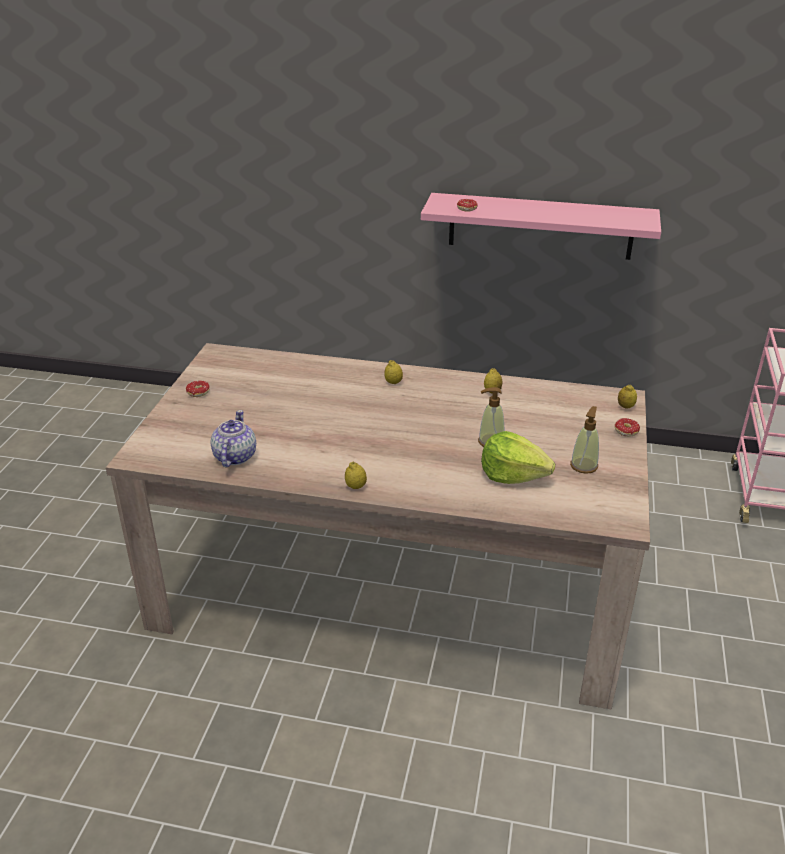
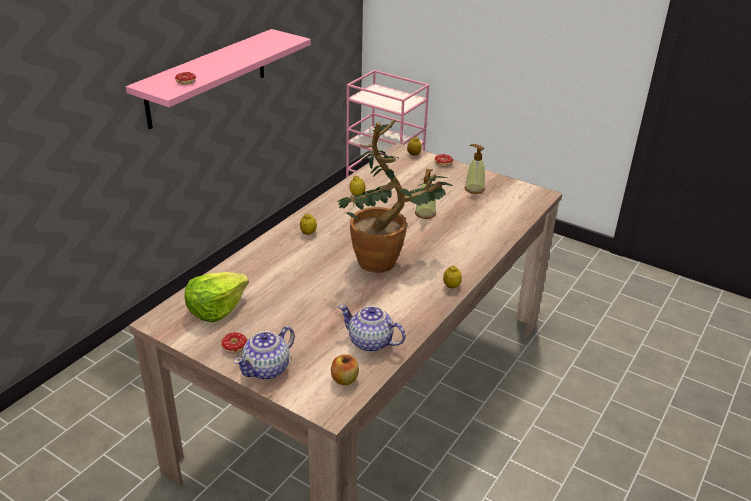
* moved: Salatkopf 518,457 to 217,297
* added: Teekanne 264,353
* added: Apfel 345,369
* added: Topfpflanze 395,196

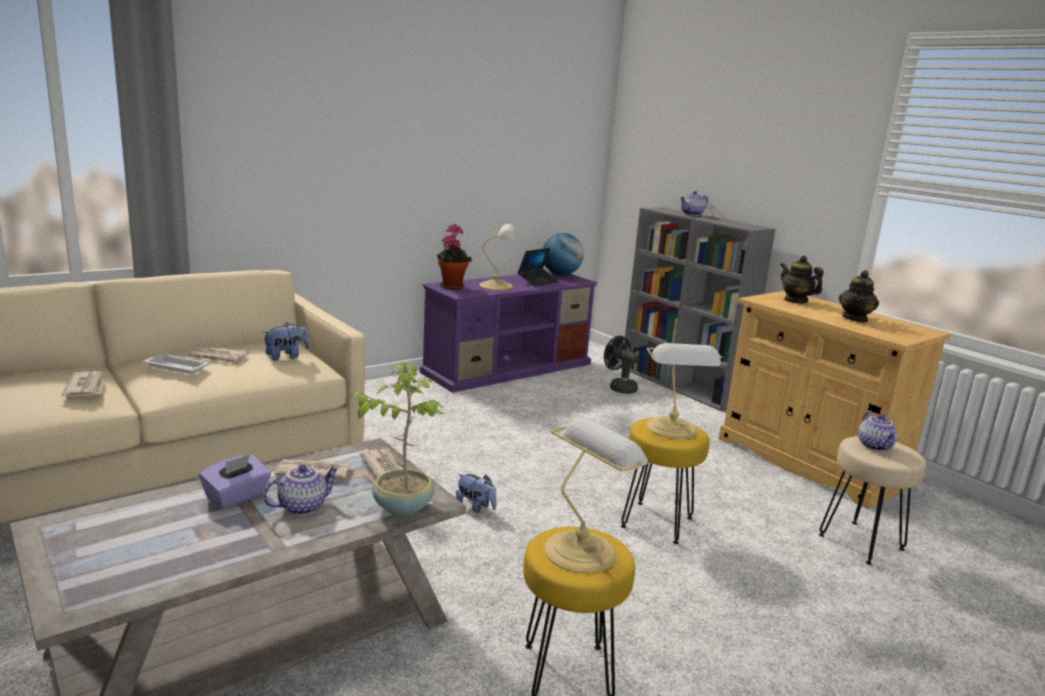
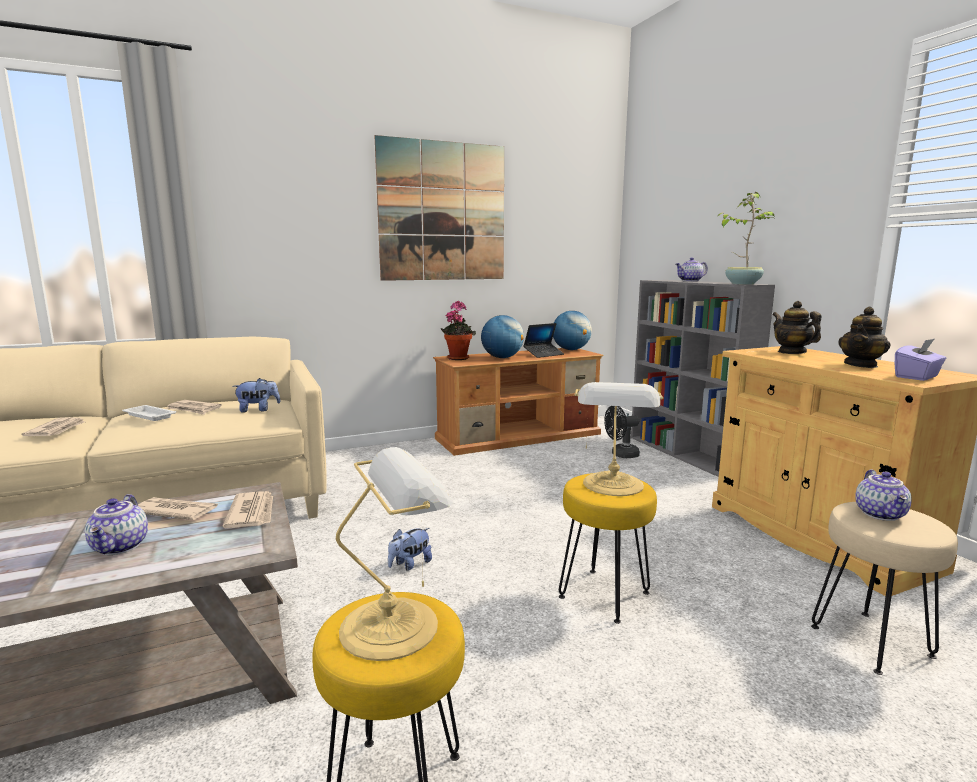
* turned: Teekanne 301,490 = 116,524 105 degrees clockwise
* added: Bild 439,208
* turned: Plüschtier 476,493 = 410,549 90 degrees clockwise
* recoloured: Fernsehschrank (lila) 509,332 to Fernsehschrank (braun) 518,402
* replaced: Tischlampe 499,257 to Globus 502,336
* turned: Ventilator (schwarz) 621,365 = 622,432 75 degrees counterclockwise
* moved: Topfpflanze 397,439 to 745,238
* moved: Taschentuchbox (lila) 235,482 to 920,360

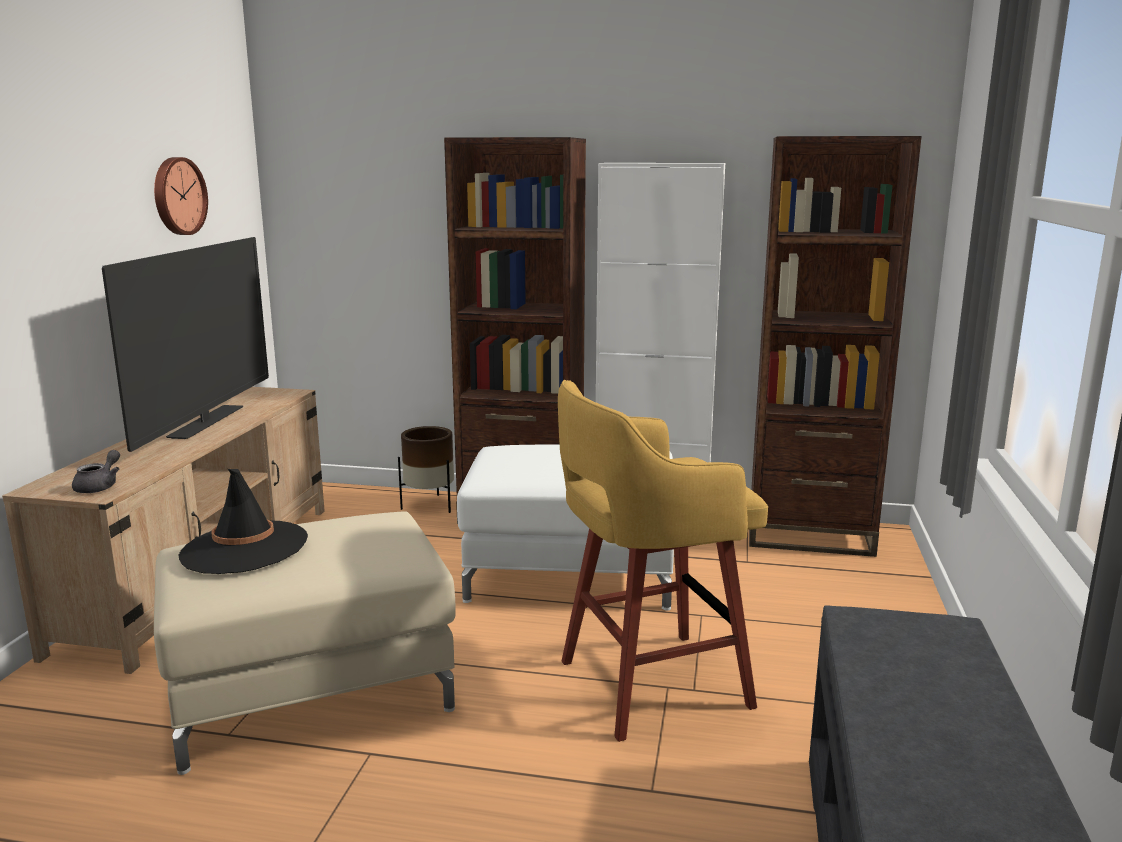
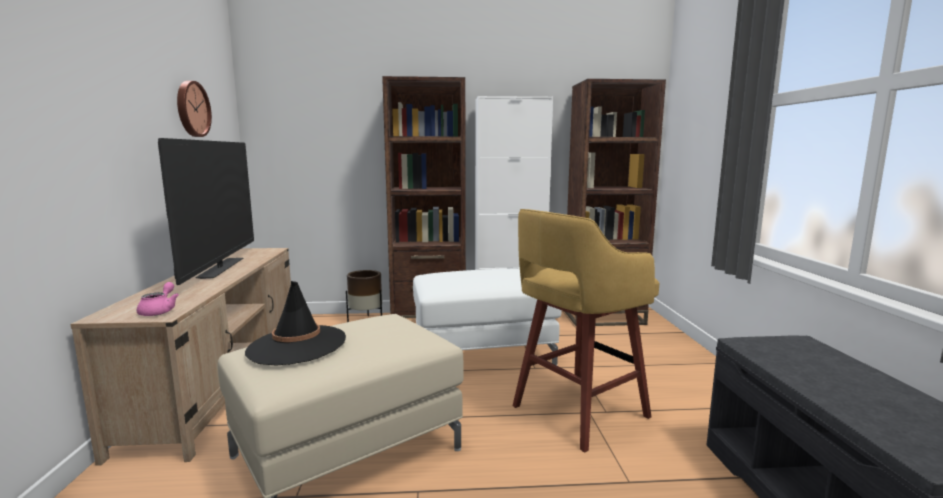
* recoloured: Teekanne (grau) 96,471 to Teekanne (rosa) 157,299

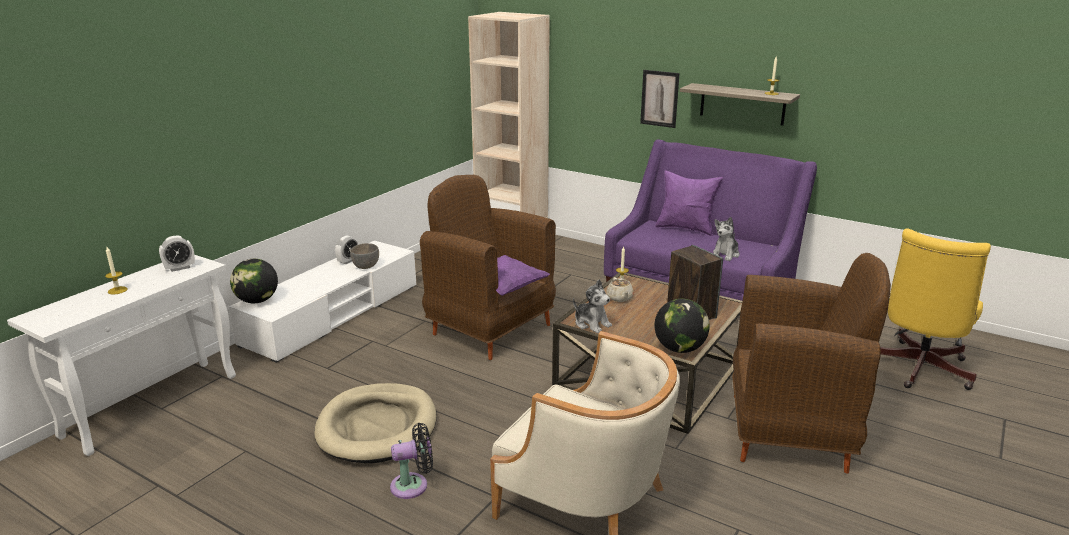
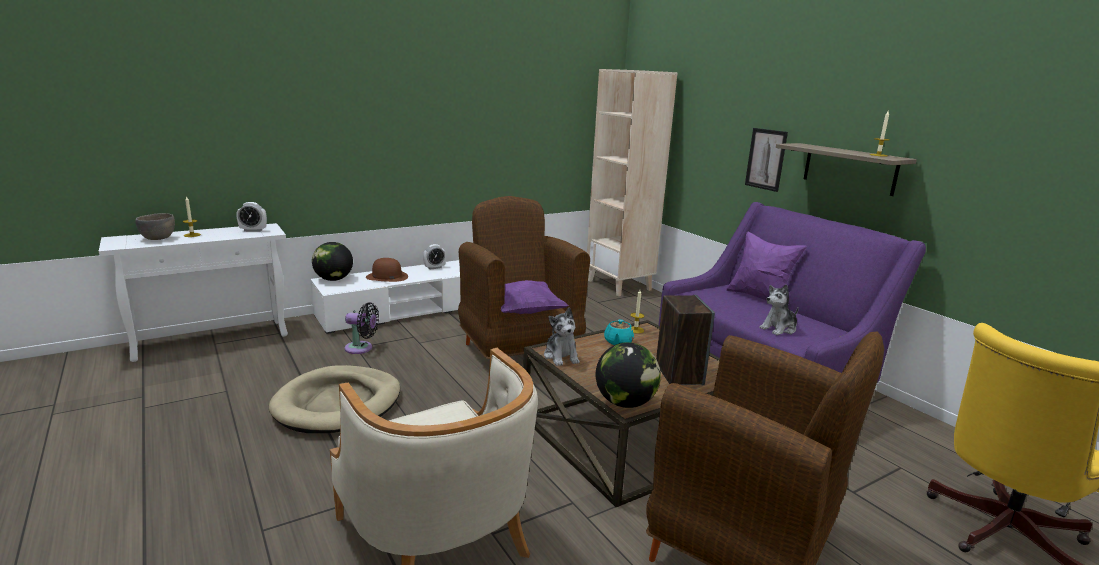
* moved: Schüssel (grau) 364,256 to 155,226
* moved: Ventilator (schwarz) 411,461 to 362,328
* added: Hut (braun) 387,270
* recoloured: Teekanne (beige) 620,289 to Teekanne (türkis) 619,332

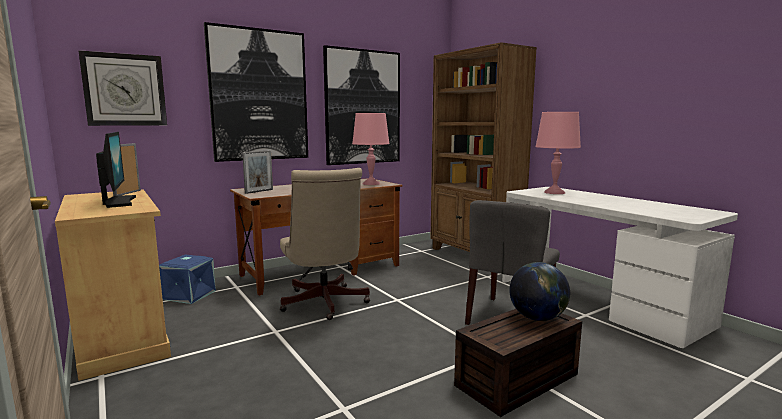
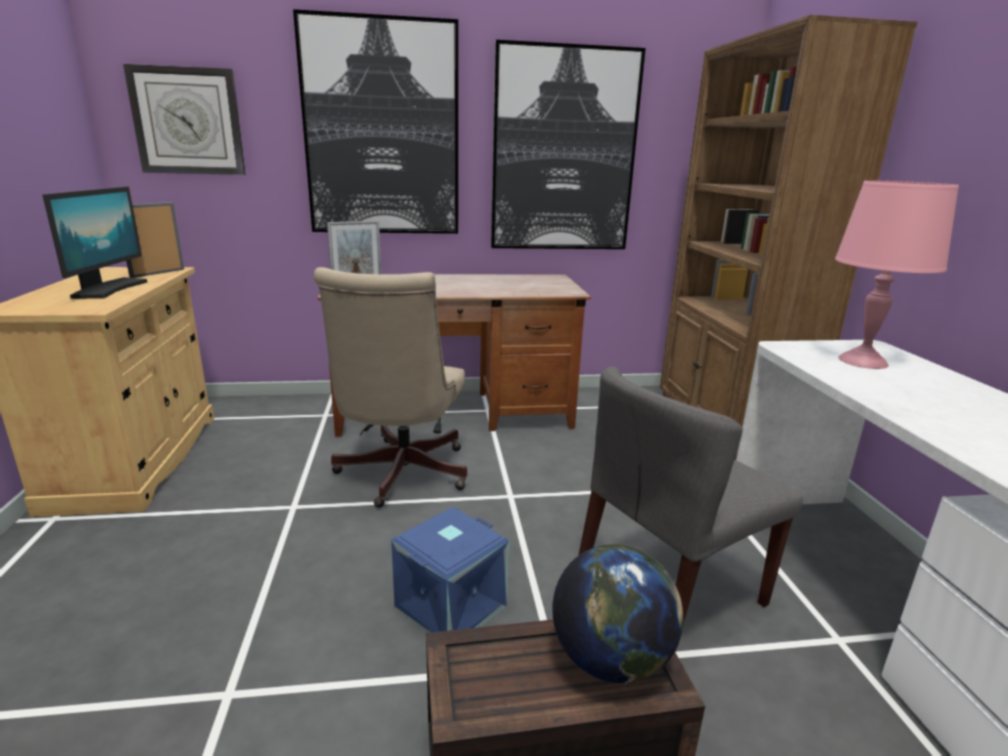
* moved: Aufbewahrungsbox (blau) 187,279 to 450,570
* removed: Tischlampe (rosa) 371,149

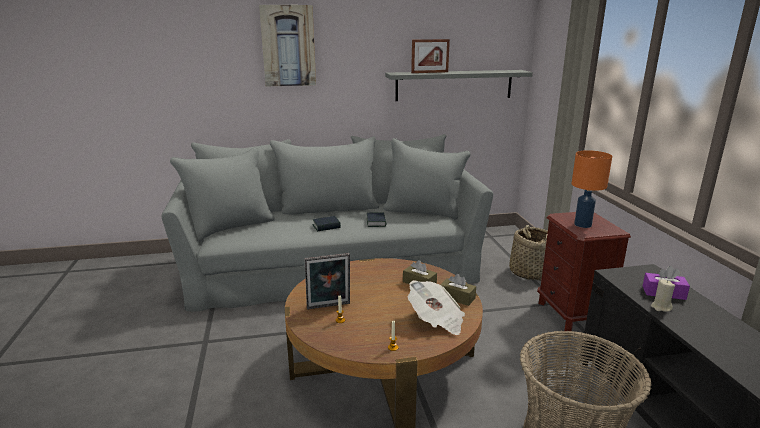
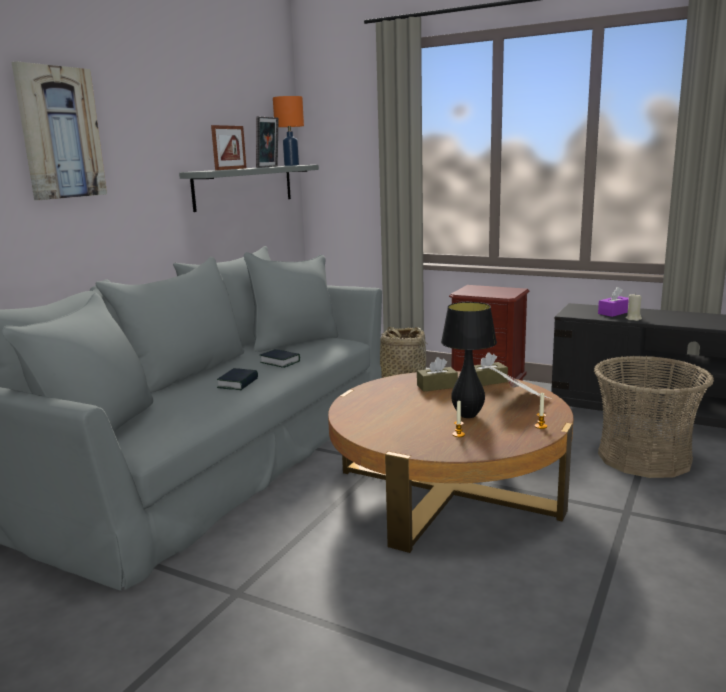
* moved: Bilderrahmen 327,281 to 267,142
* moved: Tischlampe (orange) 591,189 to 288,131
* added: Tischlampe (schwarz) 469,360

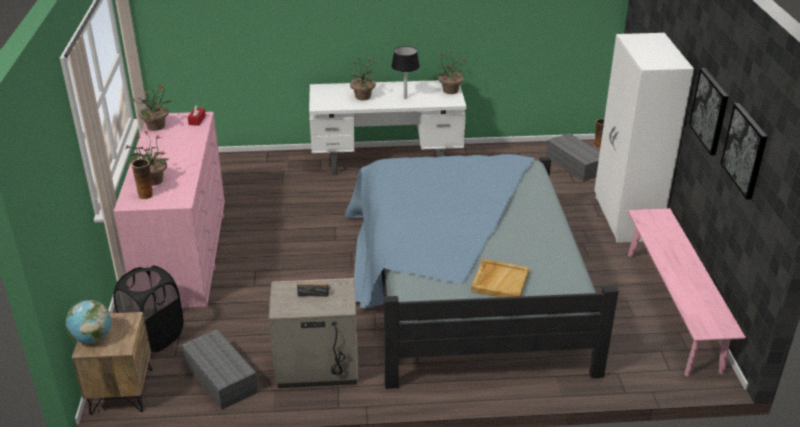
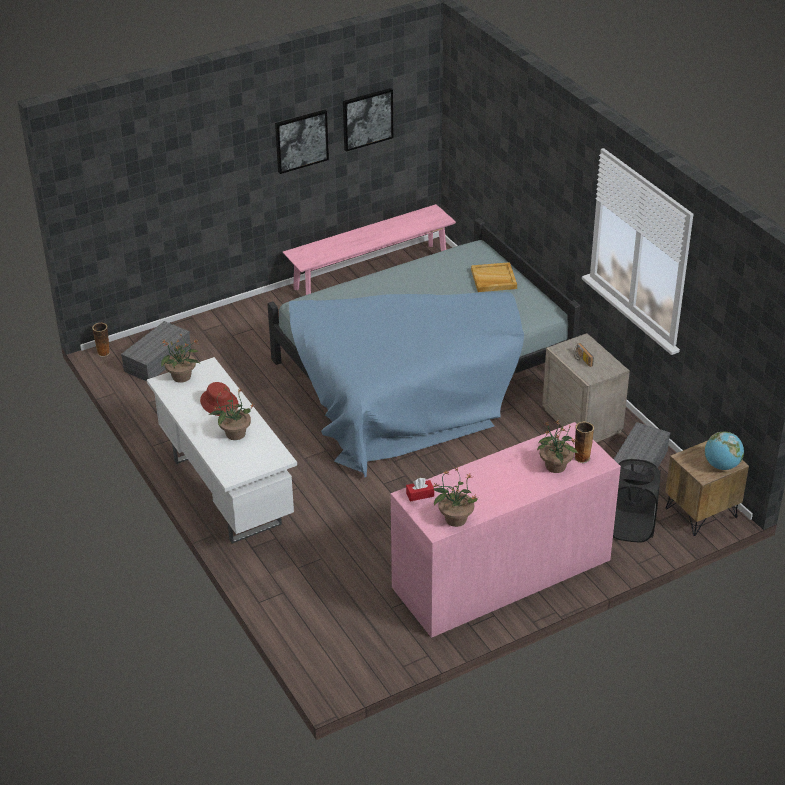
* replaced: Tischlampe (schwarz) 405,72 to Hut (rot) 219,399
* removed: Kleiderschrank (weiß) 644,138

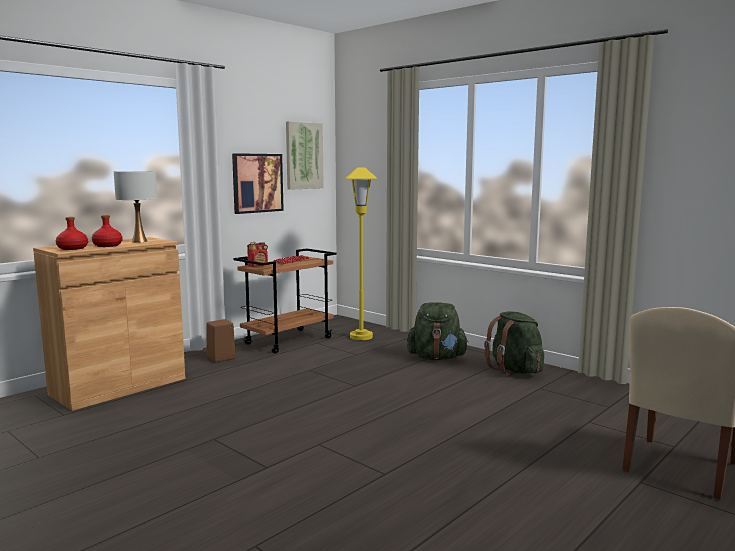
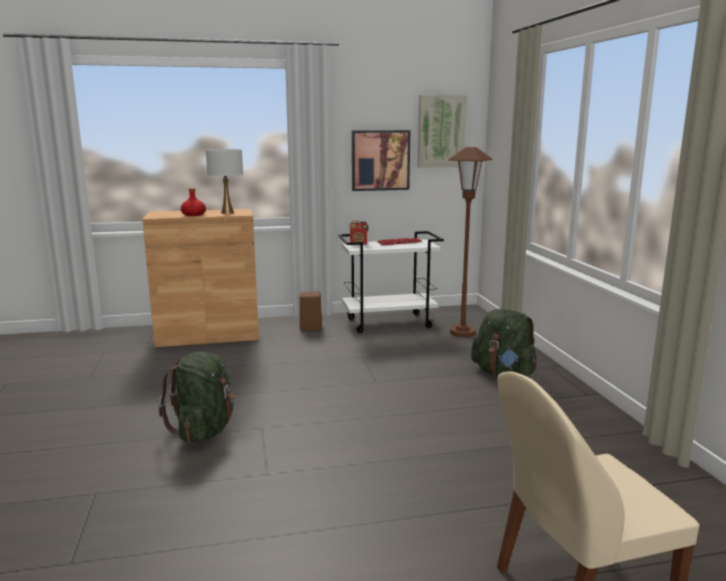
* moved: Rucksack (grün) 514,344 to 197,397
* recoloured: Rollwagen (braun) 284,301 to Rollwagen (weiß) 391,282
* recoloured: Stehlampe (gelb) 361,253 to Stehlampe (braun) 470,242
* removed: Flasche (rot) 72,233

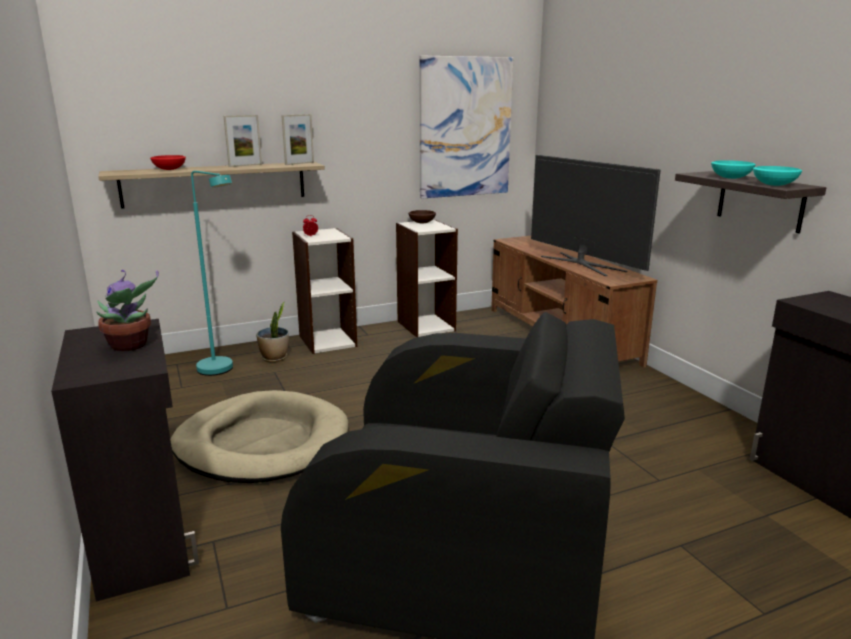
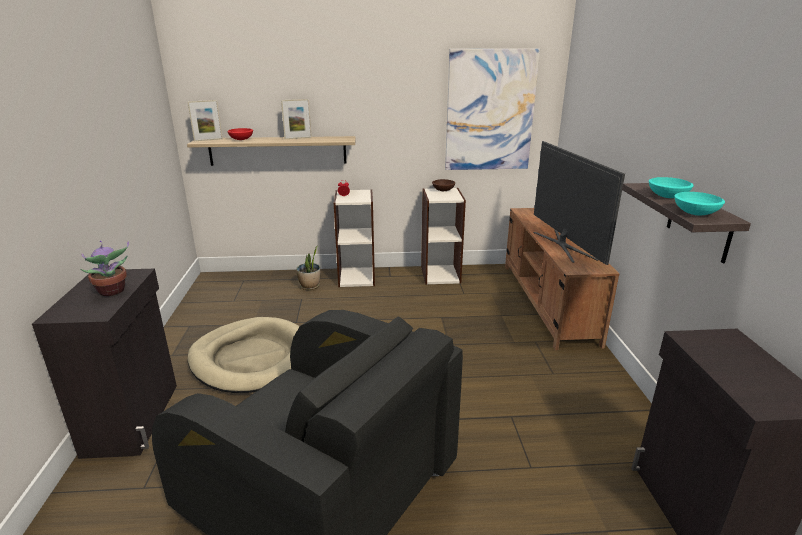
* moved: Bilderrahmen 297,139 to 205,120
* removed: Stehlampe (türkis) 212,273

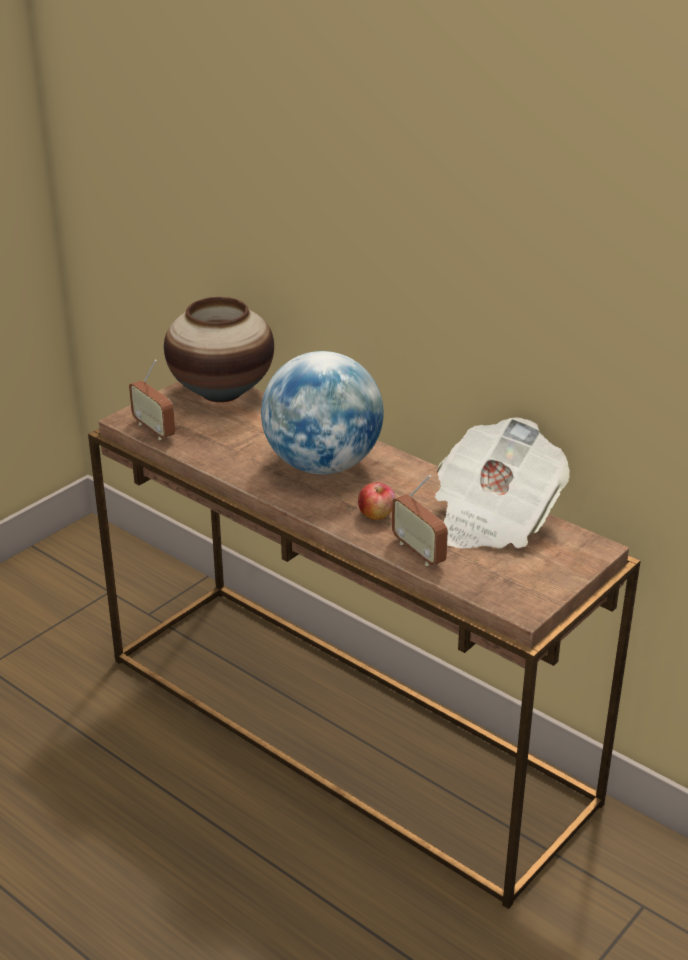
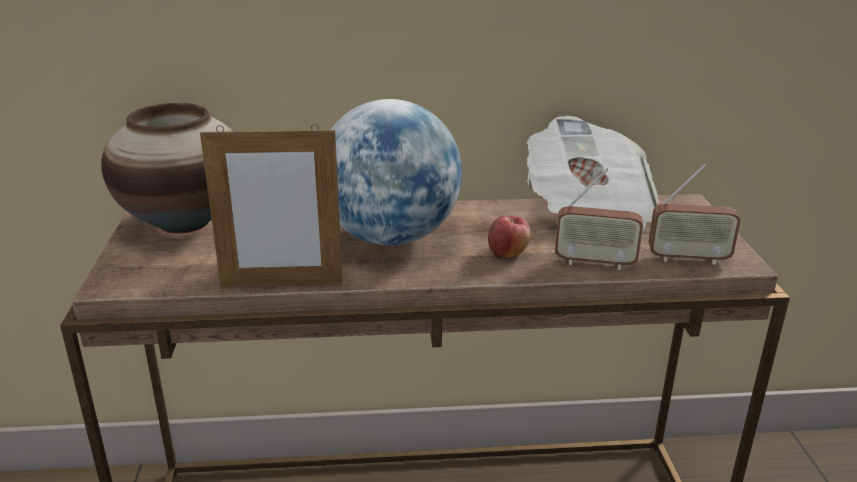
* added: Bilderrahmen 271,205
* moved: Radio 152,400 to 695,215

